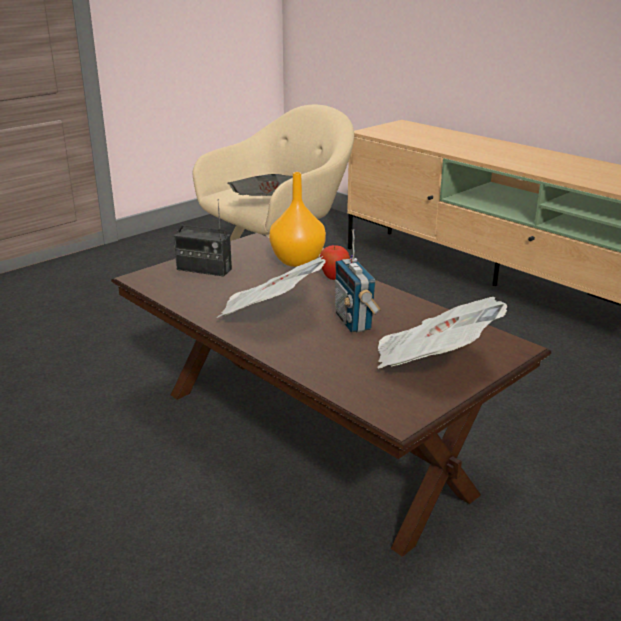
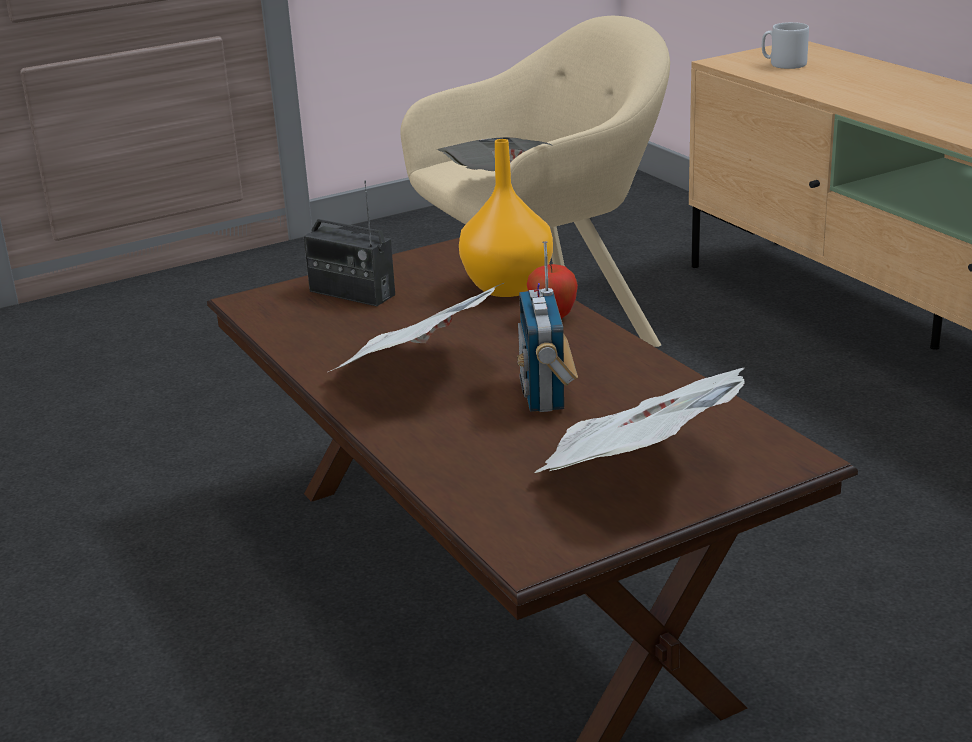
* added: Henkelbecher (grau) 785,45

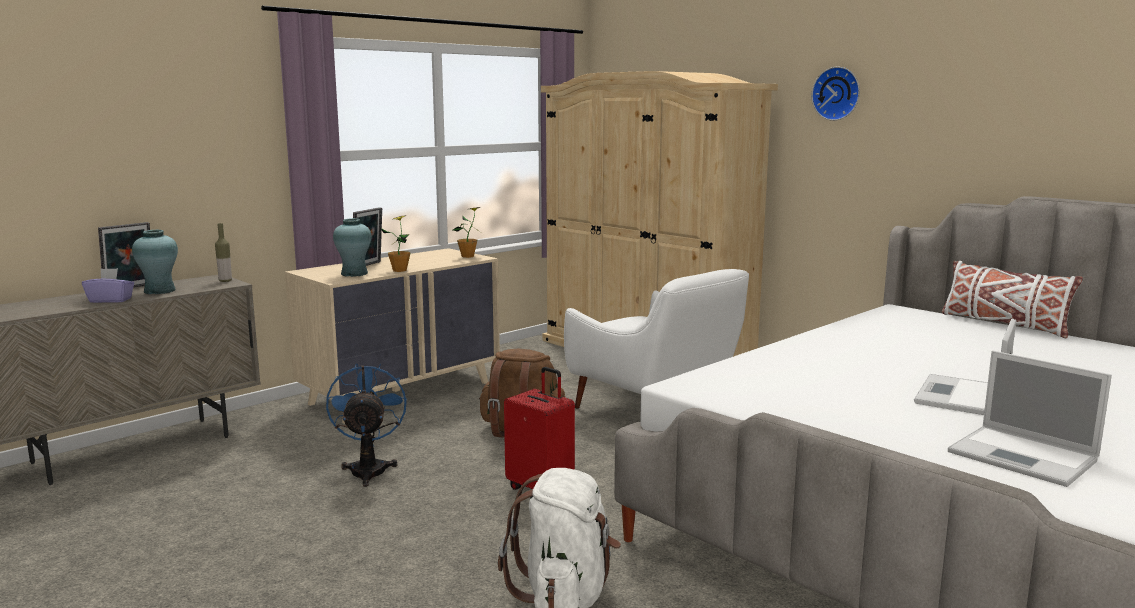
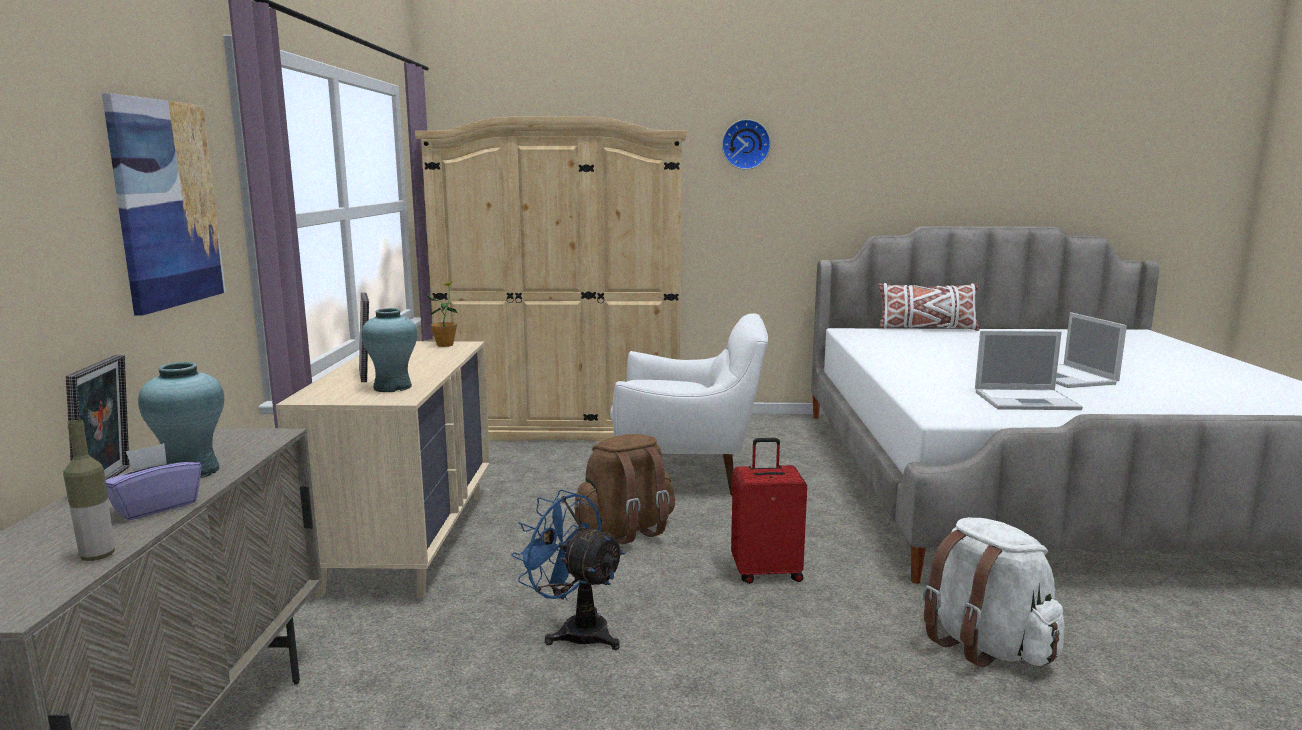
* moved: Flasche 223,252 to 89,490
* added: Bild 164,204
* moved: Laptop 1030,419 to 1029,370
* removed: Topfpflanze 396,243

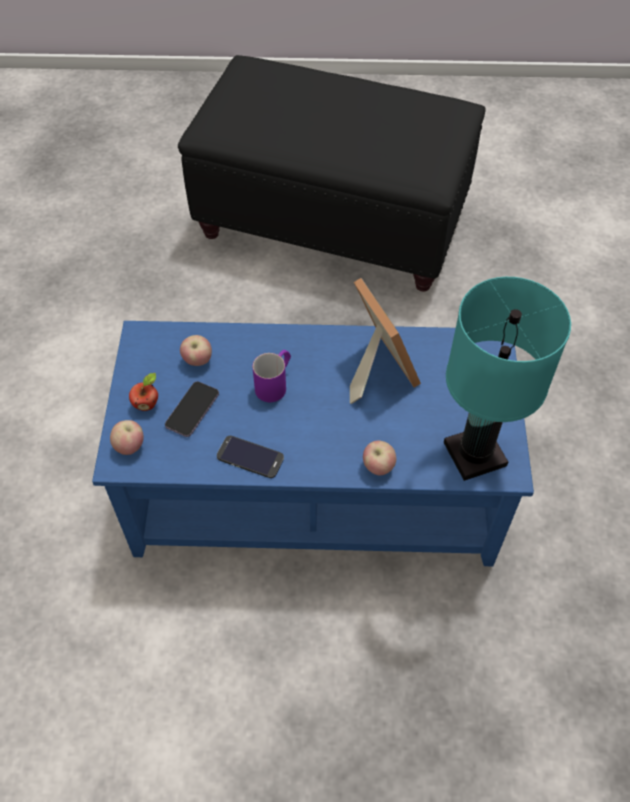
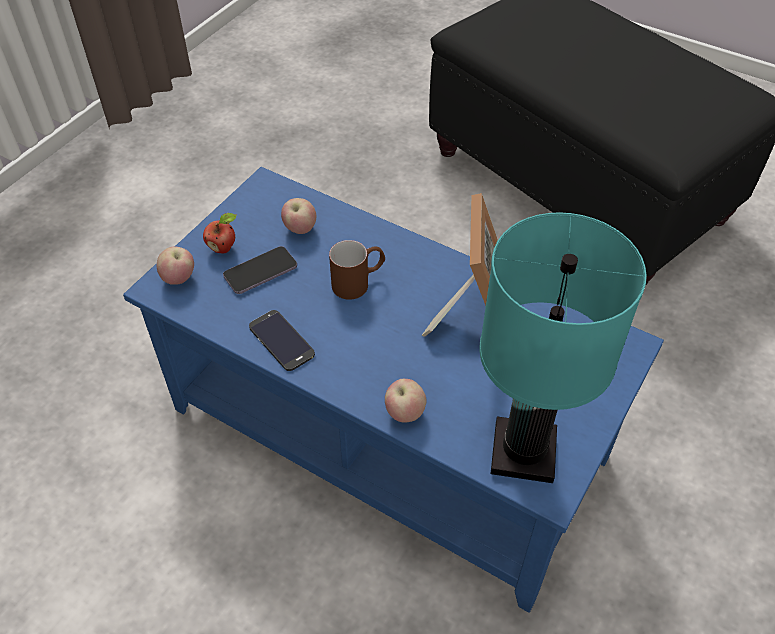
* recoloured: Henkelbecher (lila) 272,376 to Henkelbecher (braun) 357,270

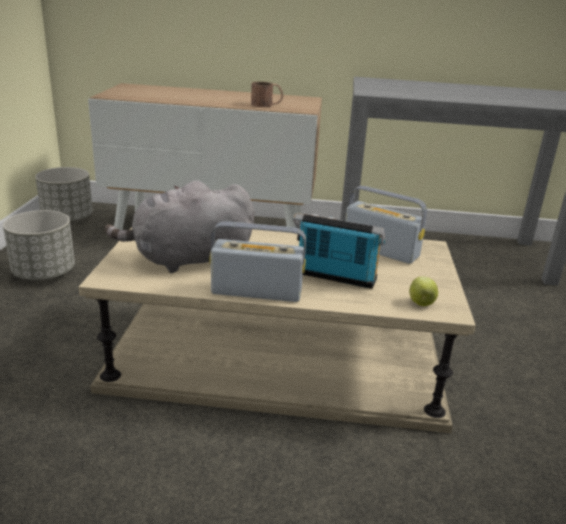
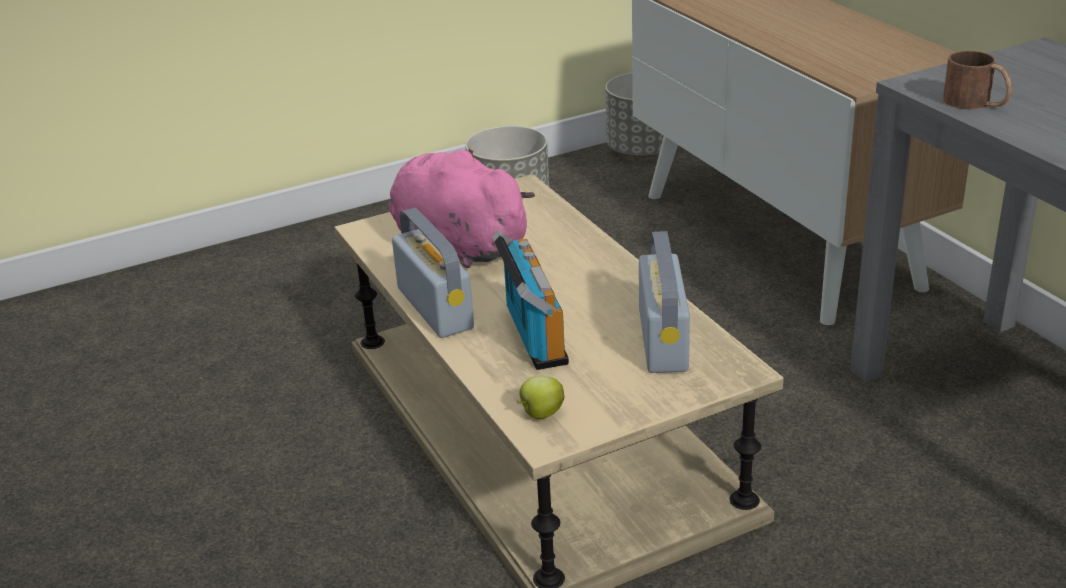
* recoloured: Plüschtier (grau) 179,226 to Plüschtier (rosa) 462,208
* moved: Henkelbecher (braun) 267,94 to 977,80

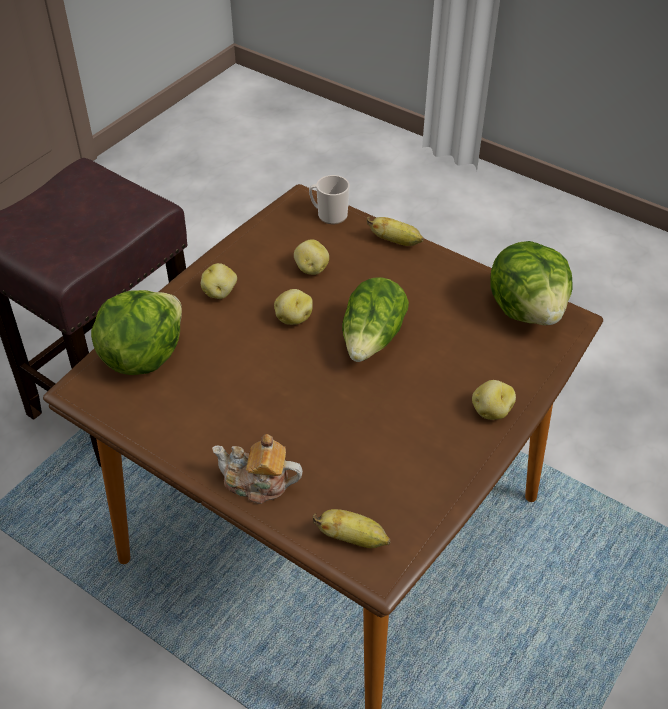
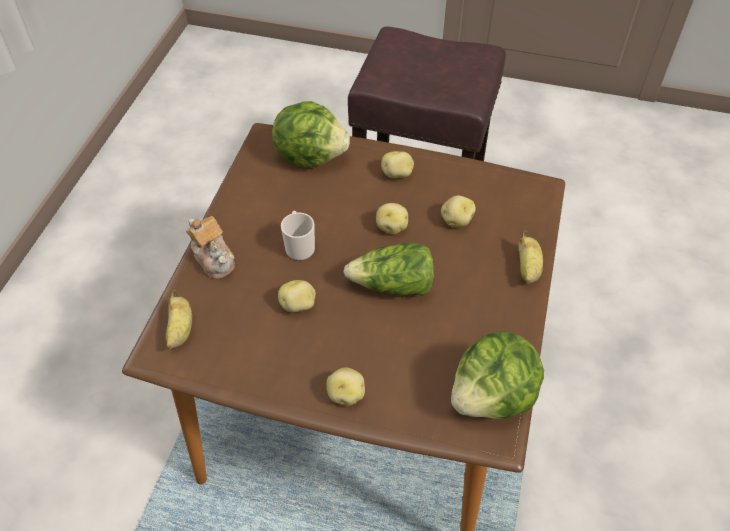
* turned: Teekanne 257,469 = 210,247 150 degrees clockwise
* added: Kartoffel 297,296
* moved: Henkelbecher 329,199 to 298,236

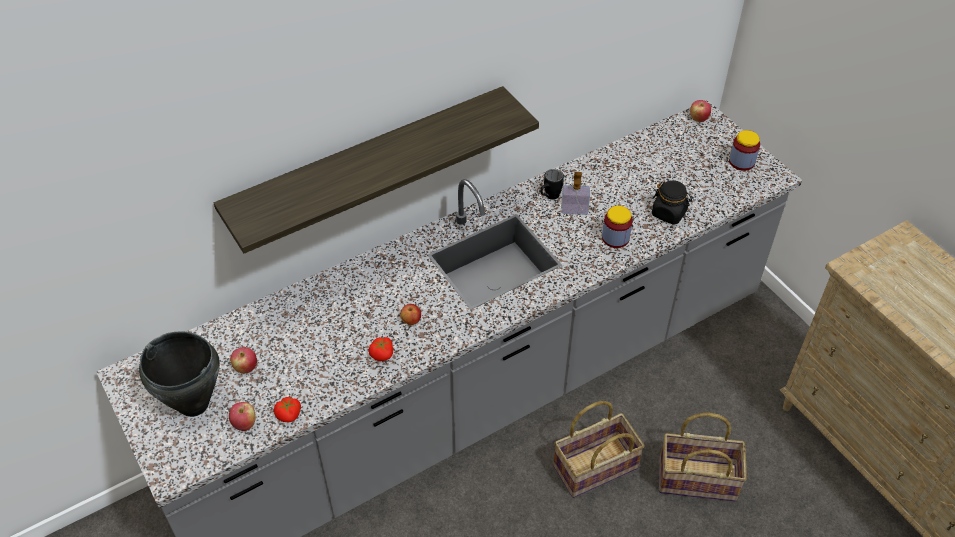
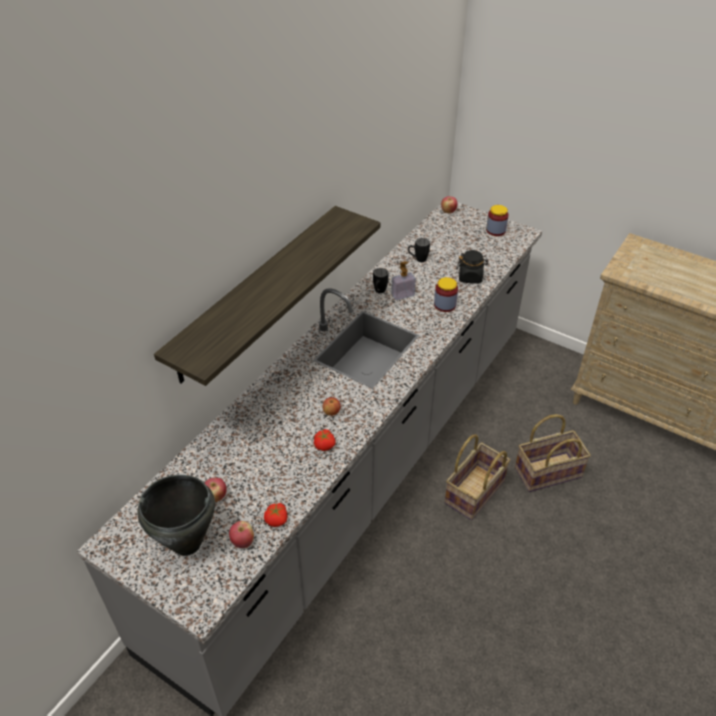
* added: Henkelbecher (schwarz) 419,250

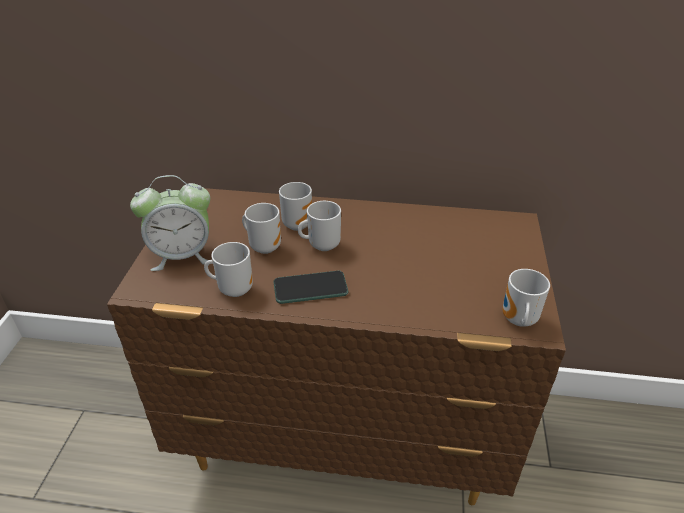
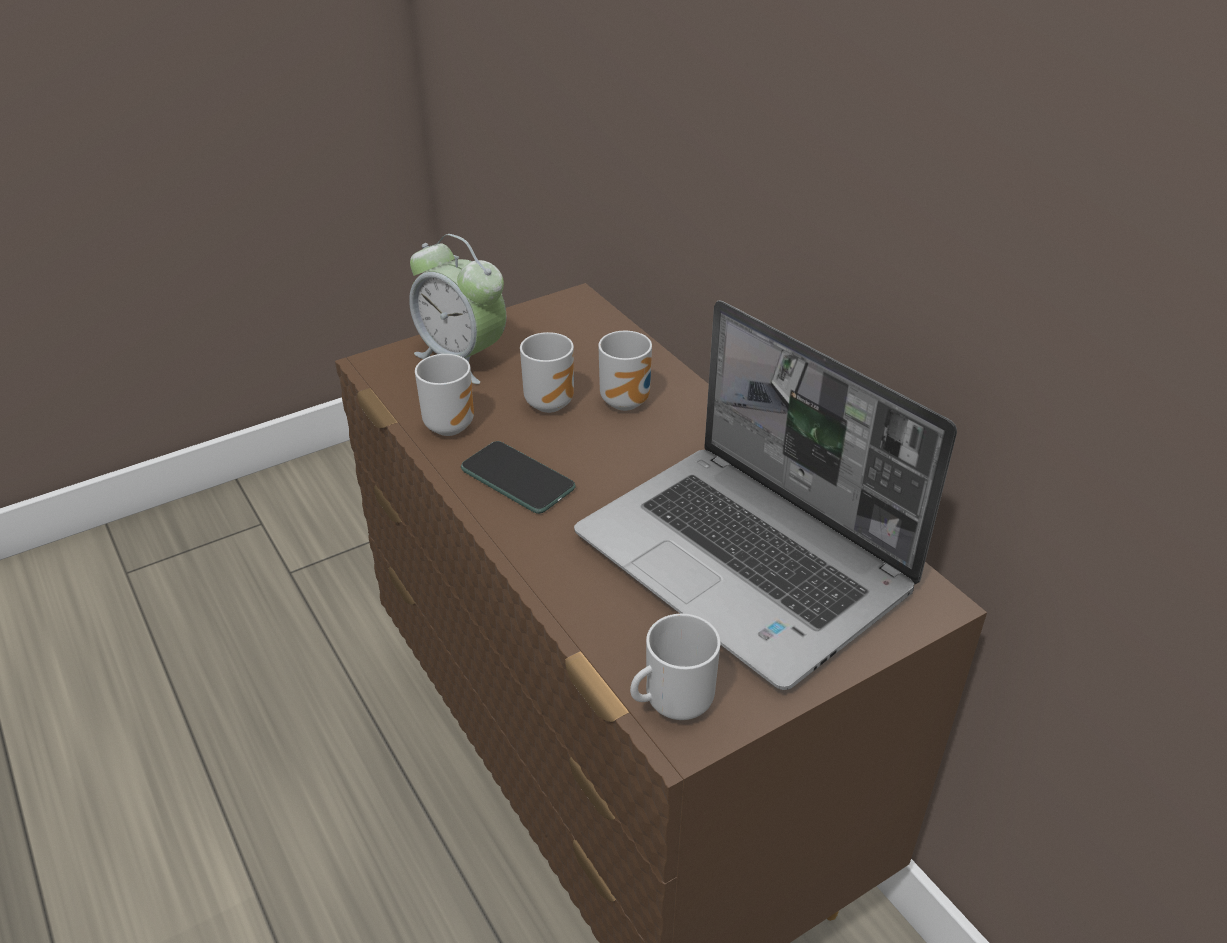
* added: Laptop 765,495
* removed: Henkelbecher 319,226

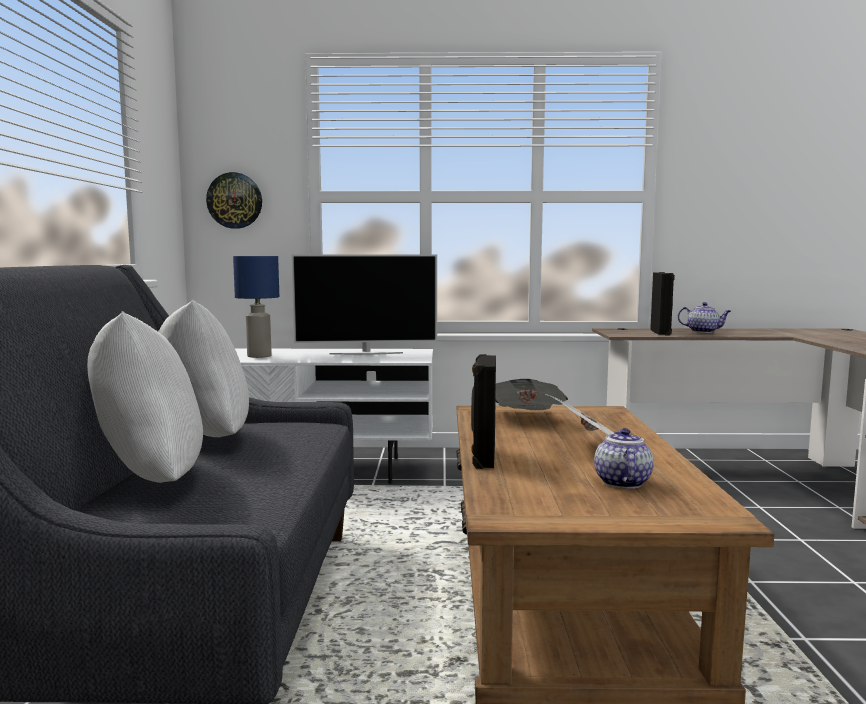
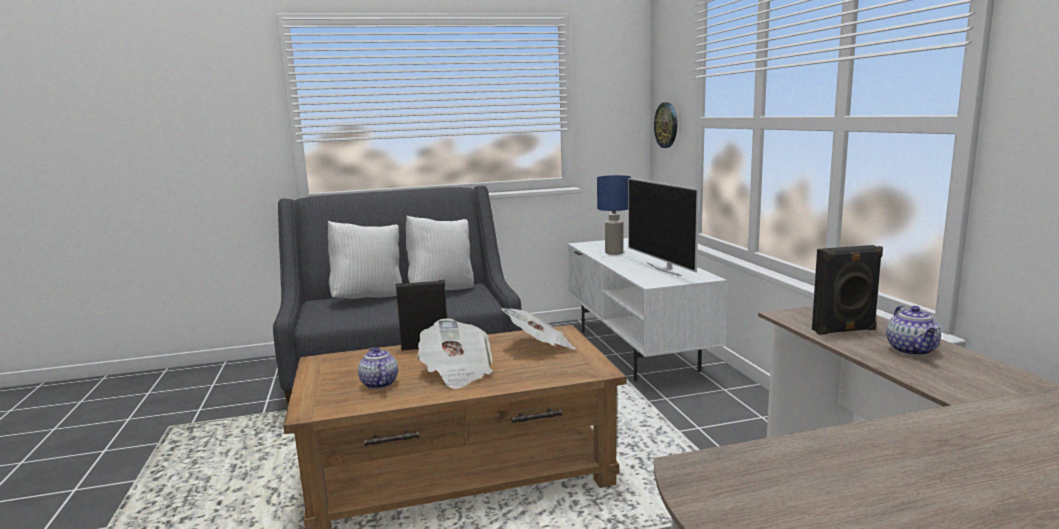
* turned: Teekanne 624,458 = 378,368 105 degrees counterclockwise

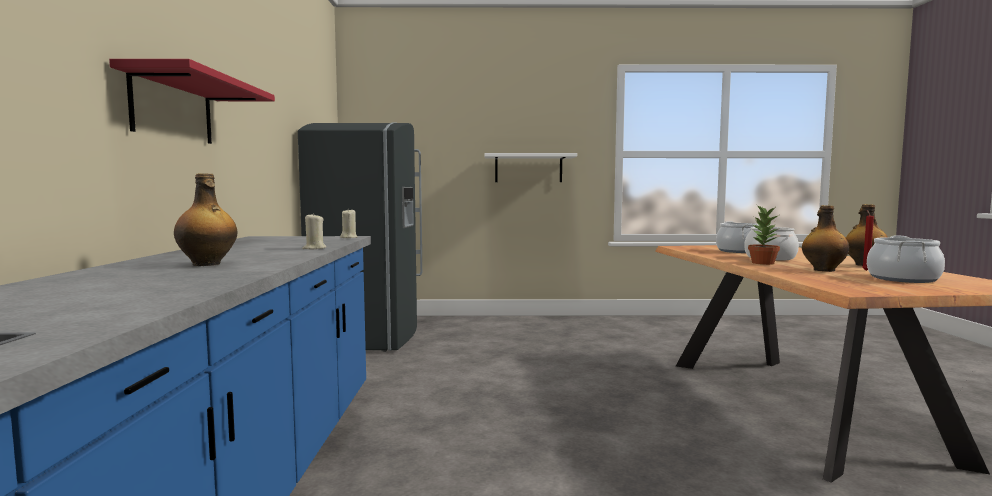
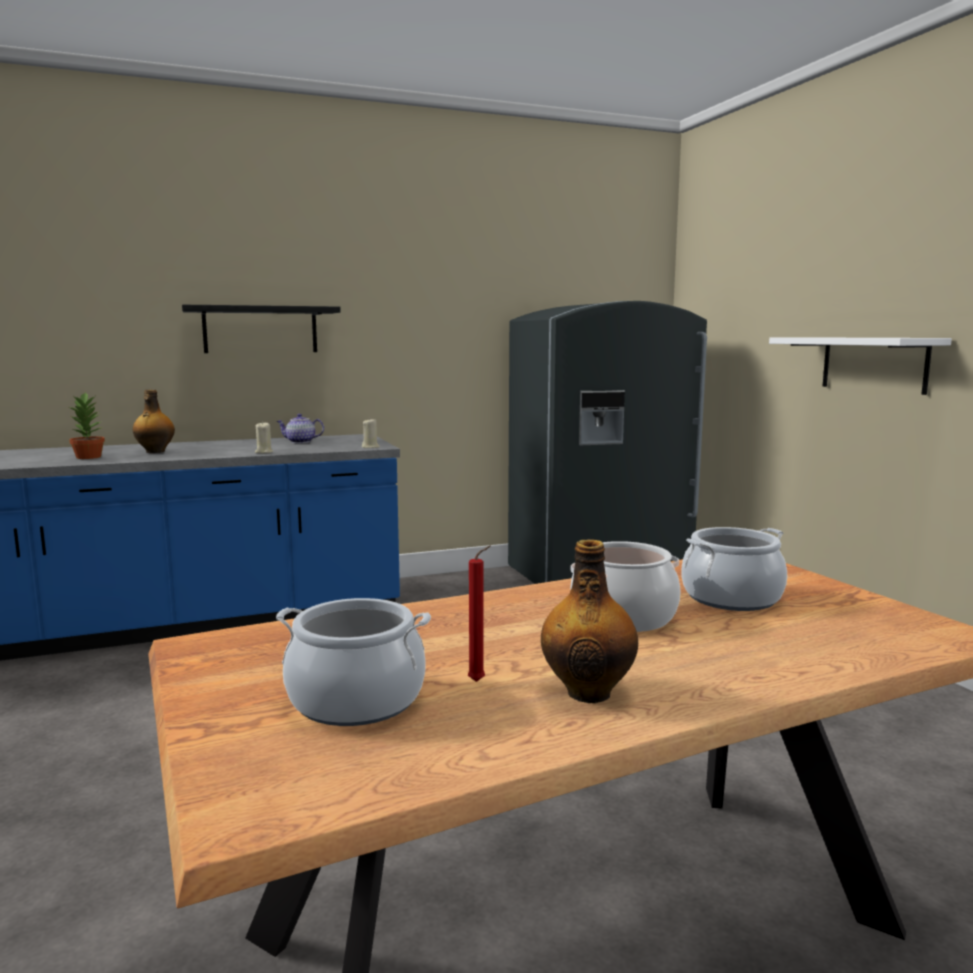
* moved: Topfpflanze 764,234 to 87,425
* recoloured: Wandregal (rot) 192,101 to Wandregal (schwarz) 261,329
* added: Teekanne 300,428
* removed: Flasche 825,238

